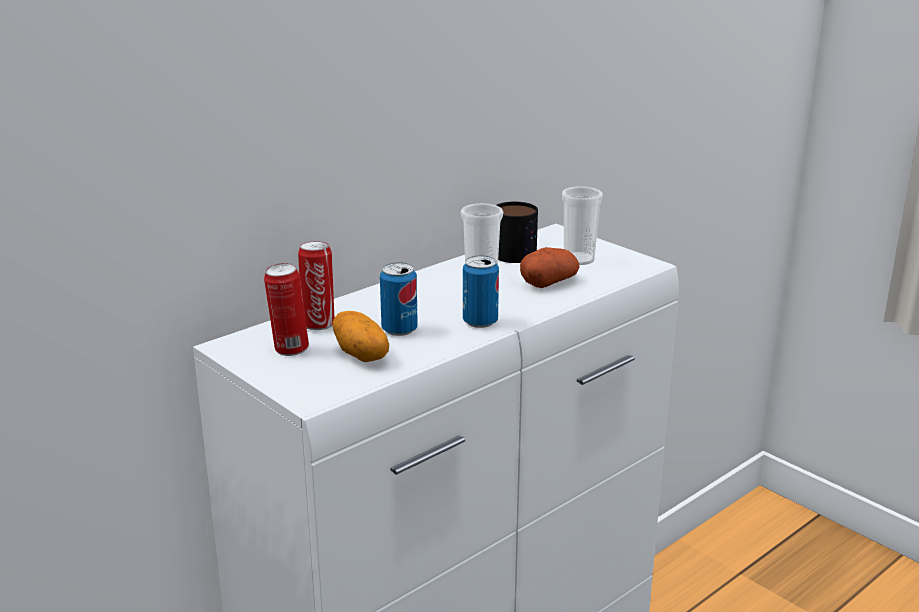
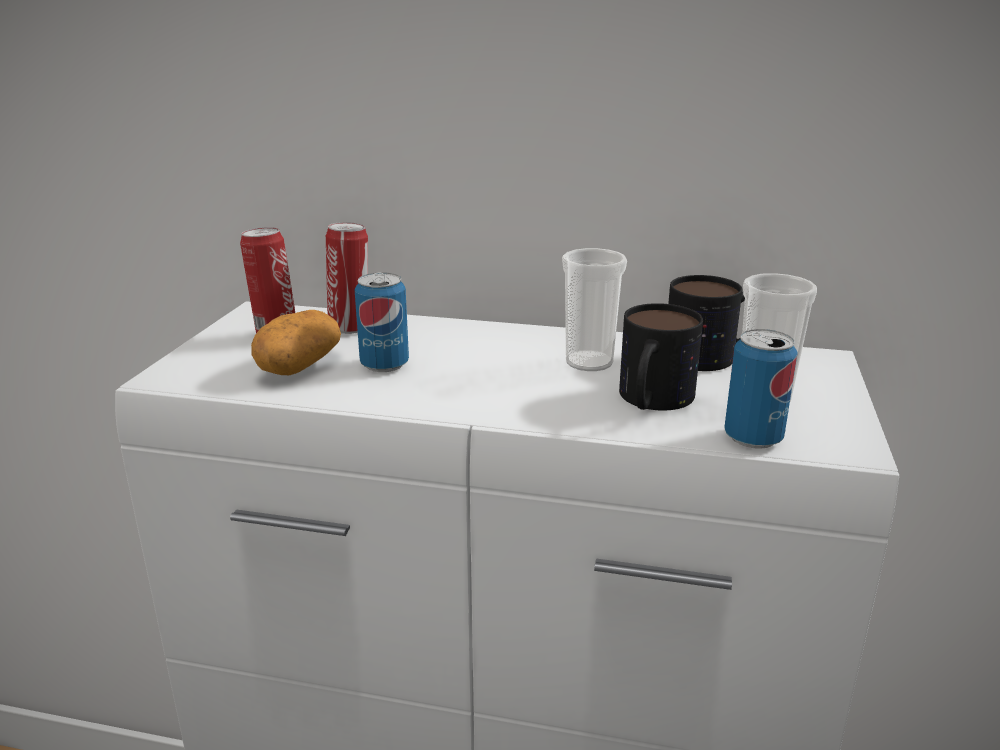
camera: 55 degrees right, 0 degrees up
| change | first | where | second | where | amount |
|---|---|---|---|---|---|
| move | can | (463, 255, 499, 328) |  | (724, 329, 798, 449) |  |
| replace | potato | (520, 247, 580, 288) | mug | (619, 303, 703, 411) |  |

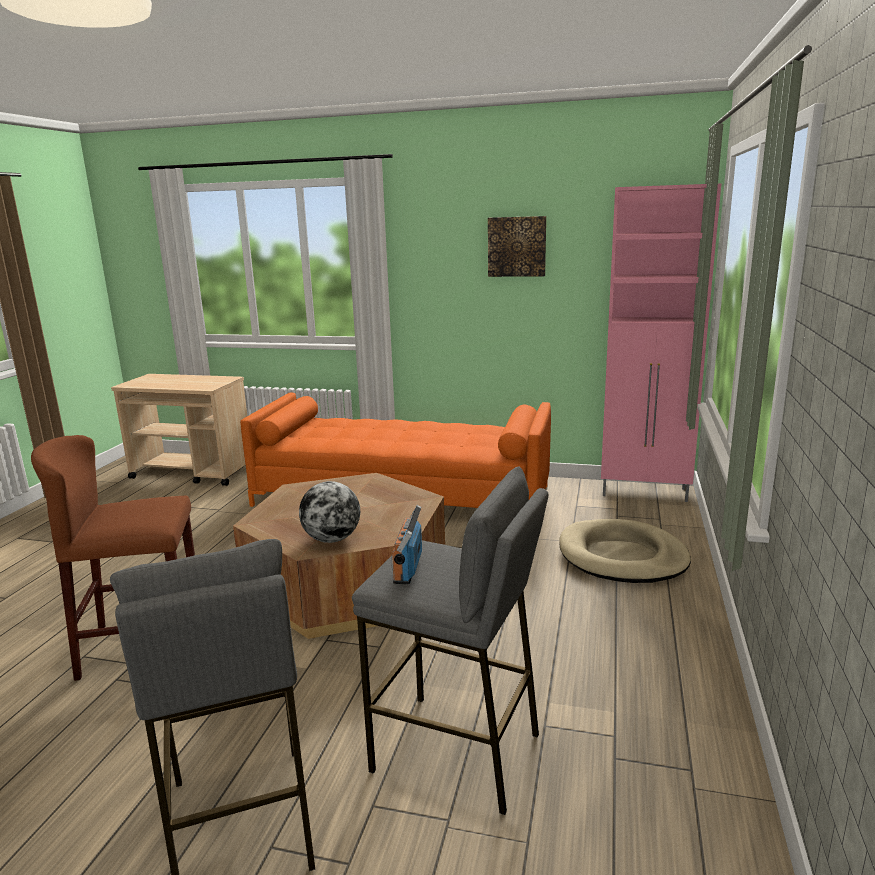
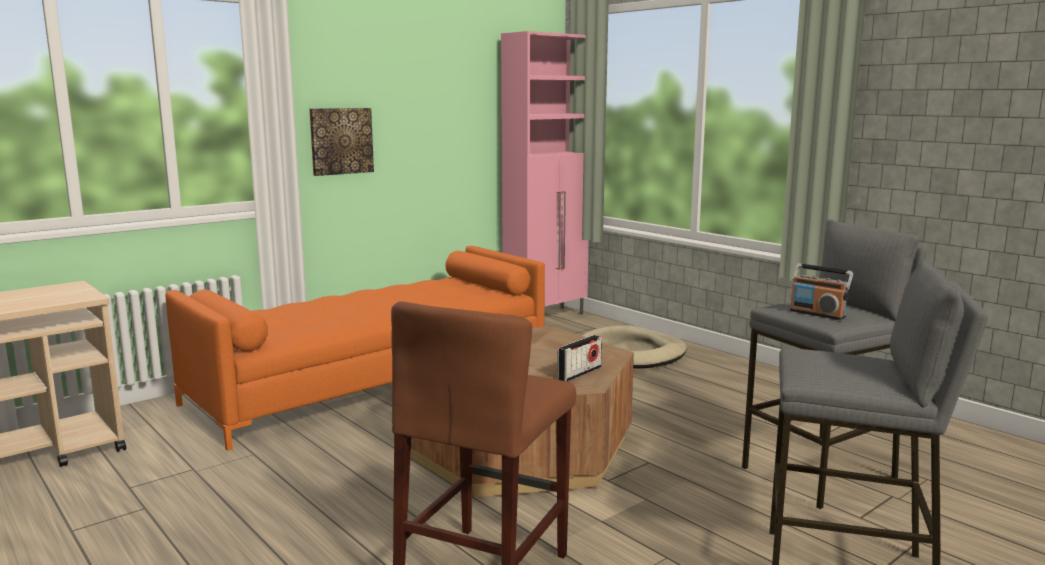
camera: 55 degrees left, 5 degrees down
| change | first | where | second | where | amount |
|---|---|---|---|---|---|
| replace | globe | (299, 481, 360, 543) | radio | (557, 335, 602, 382) |  |
| move | picture | (488, 216, 546, 277) |  | (309, 108, 374, 176) |  |

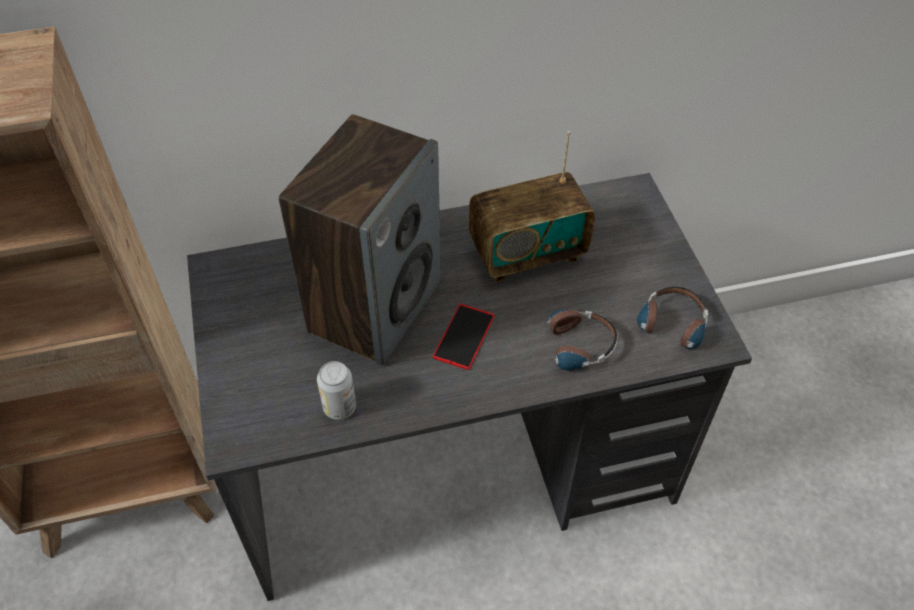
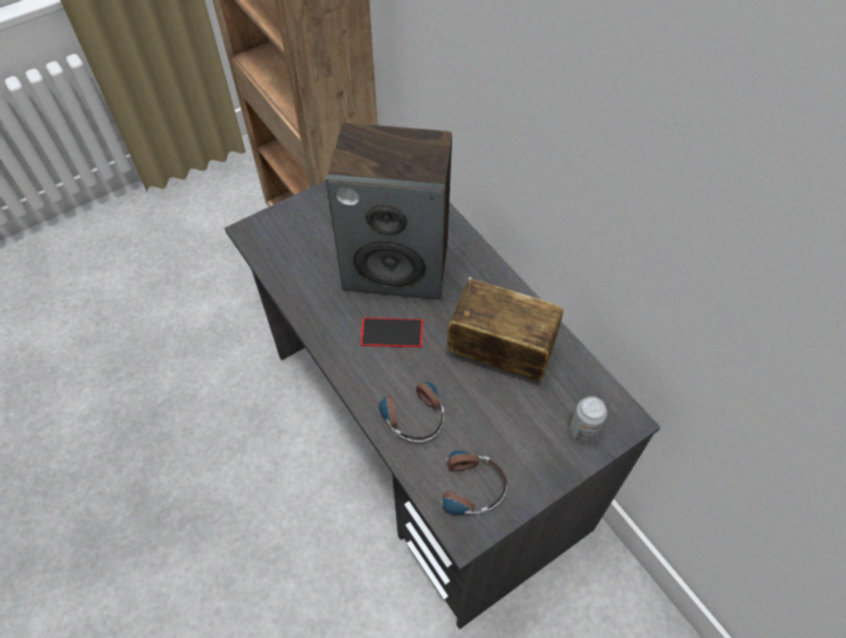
camera: 70 degrees right, 5 degrees up
| change | first | where | second | where | amount |
|---|---|---|---|---|---|
| move | can | (317, 361, 356, 420) |  | (569, 396, 607, 443) |  |
| rotate | radio | (469, 131, 595, 282) |  | (447, 277, 563, 380) | 150 degrees clockwise |

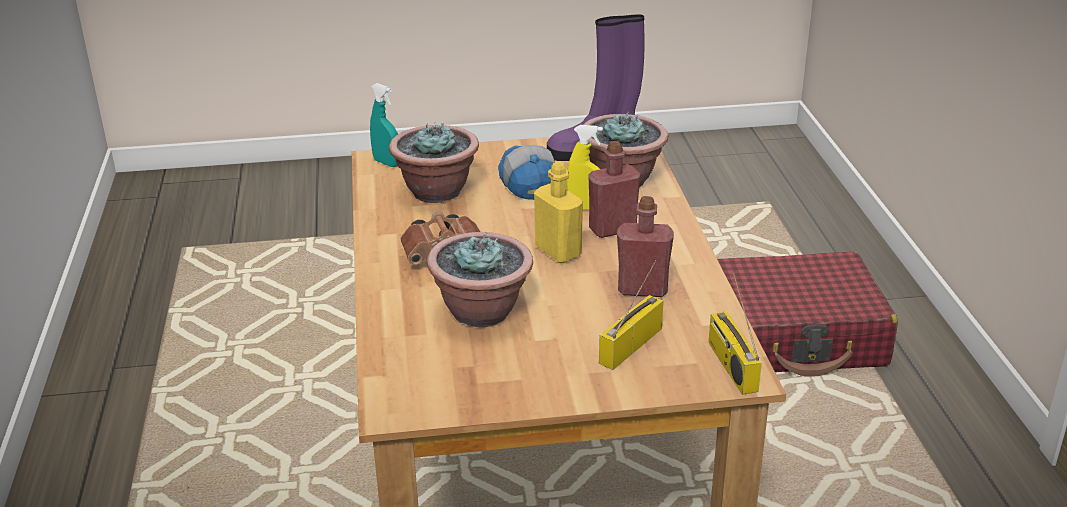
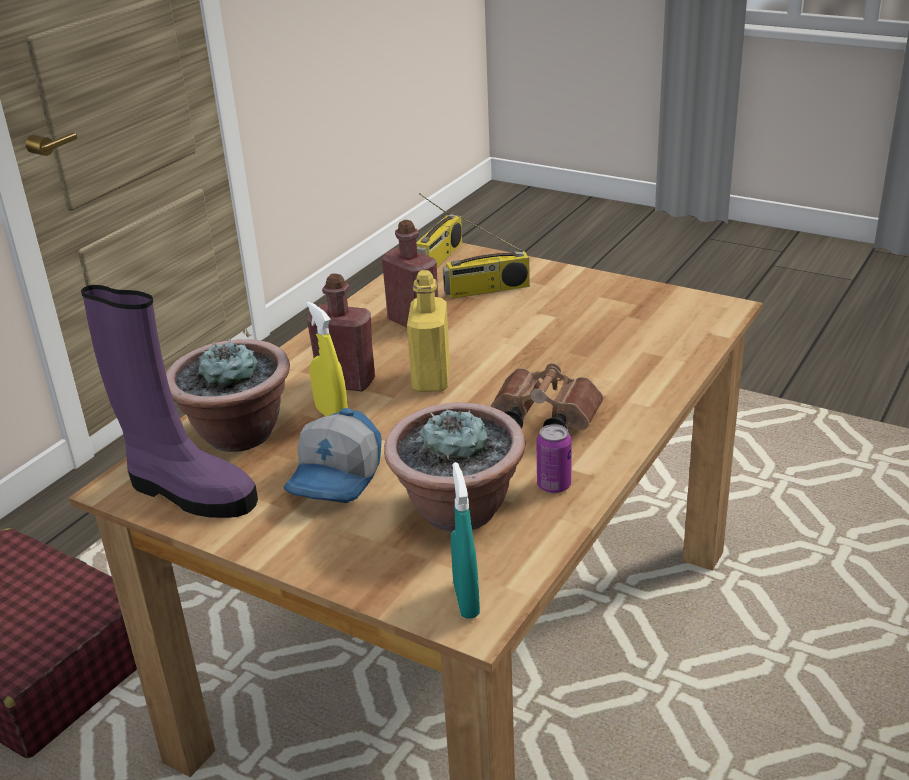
camera: 140 degrees left, 0 degrees up
| change | first | where | second | where | amount |
|---|---|---|---|---|---|
| delete | potted plant | (427, 232, 533, 328) |  |  |  |
| insert |  |  | can | (536, 424, 572, 493) |  |

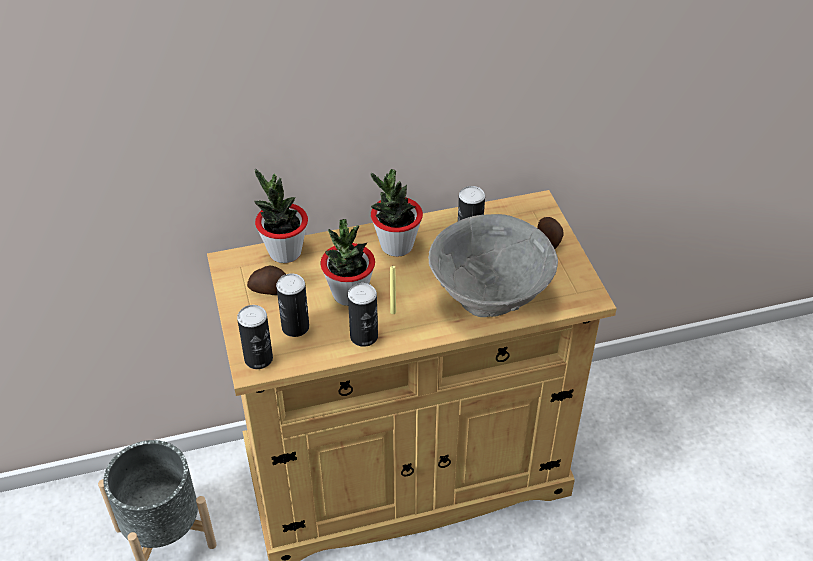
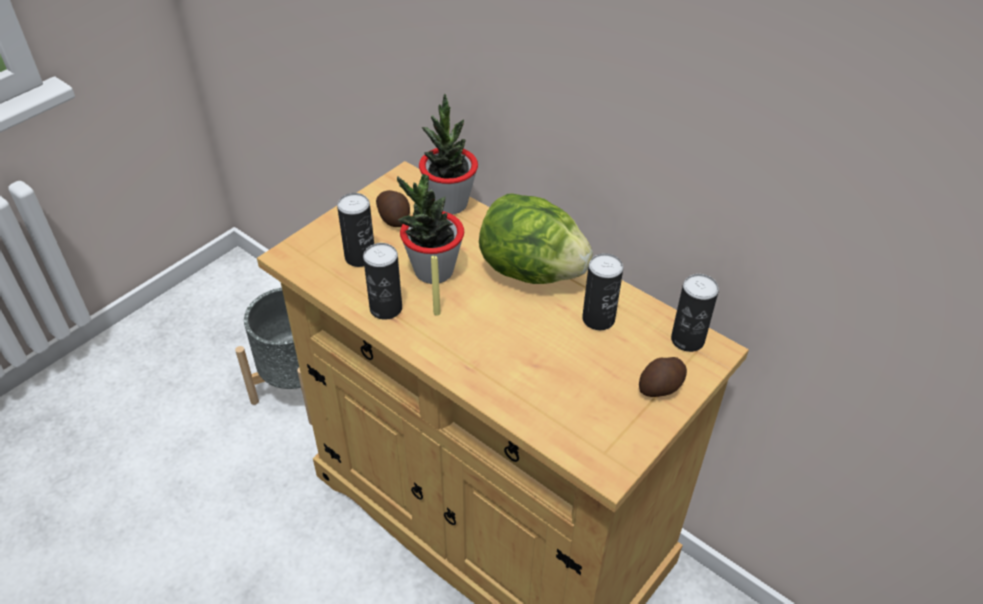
camera: 55 degrees right, 0 degrees up
| change | first | where | second | where | amount |
|---|---|---|---|---|---|
| move | can | (237, 305, 273, 369) |  | (671, 274, 719, 352) |  |
| replace | potted plant | (371, 169, 423, 257) | lettuce | (479, 193, 593, 284) |  |
| delete | grey bowl | (428, 214, 558, 317) |  |  |  |

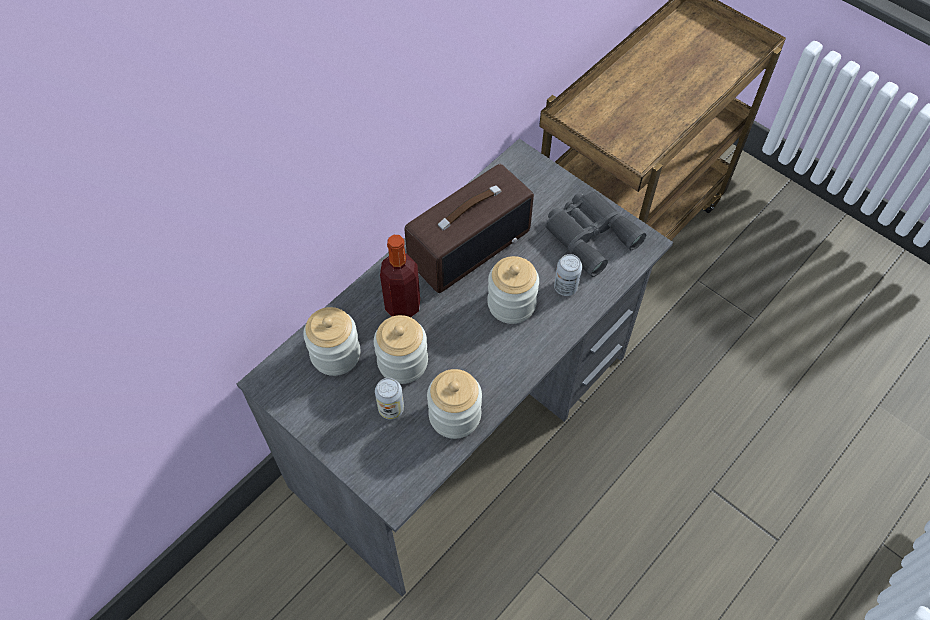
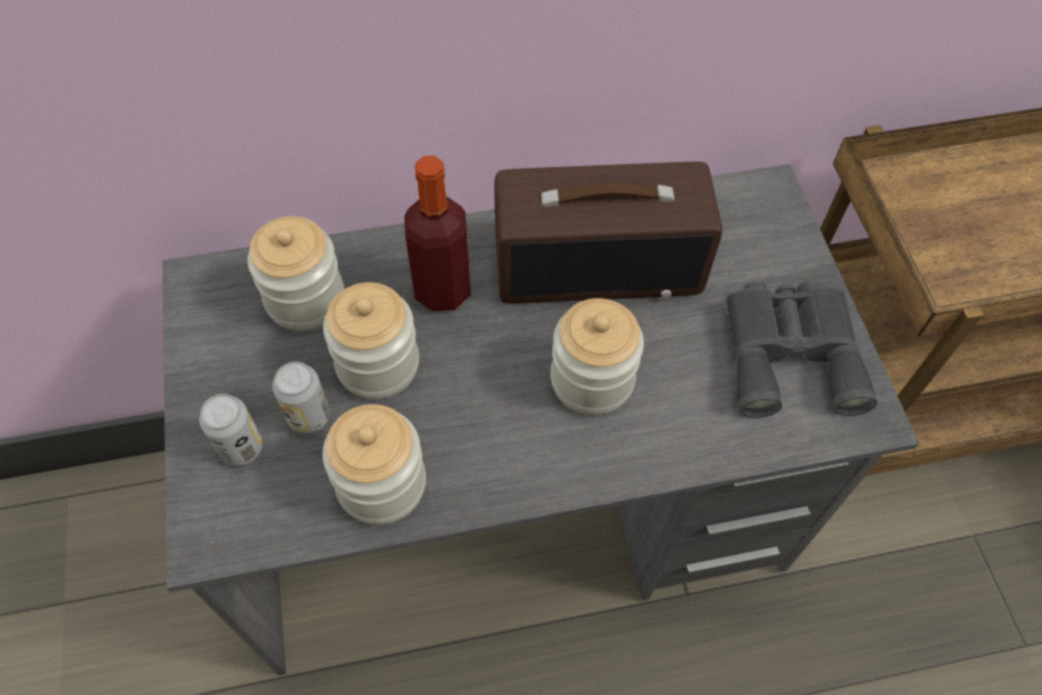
camera: 35 degrees right, 0 degrees up
| change | first | where | second | where | amount |
|---|---|---|---|---|---|
| move | can | (554, 254, 582, 296) |  | (199, 394, 263, 466) |  |

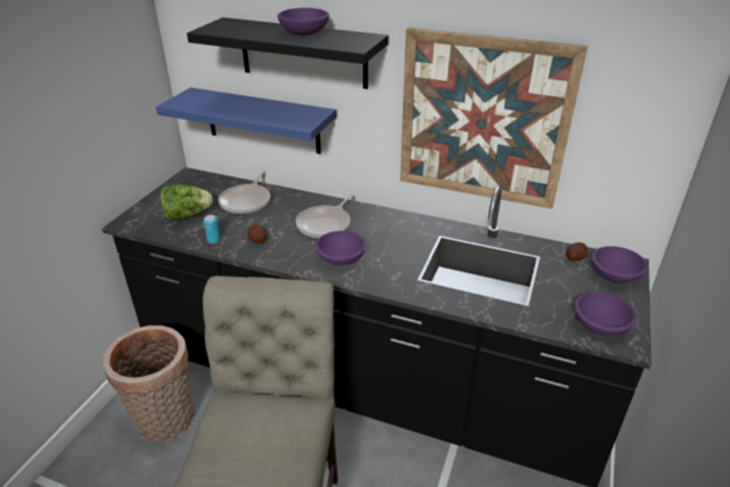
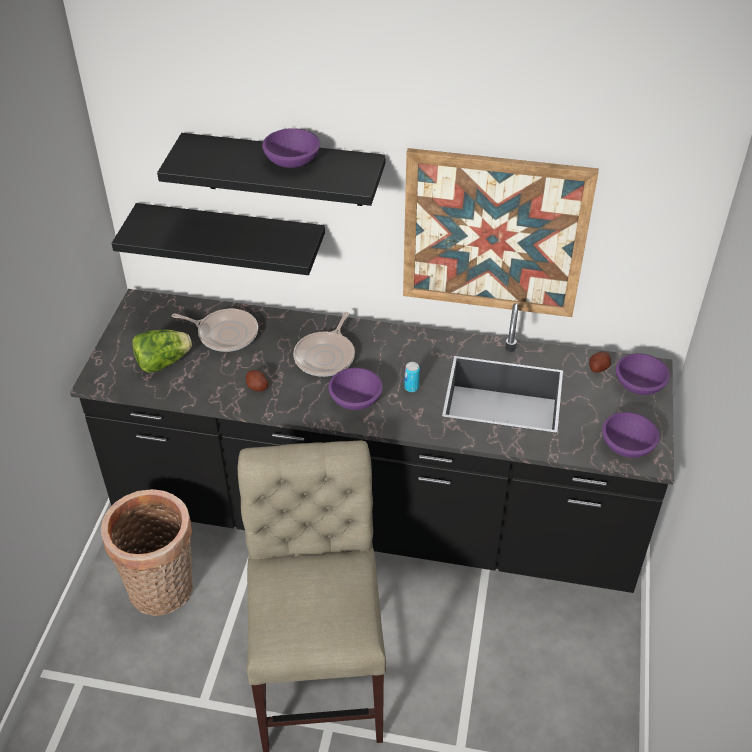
camera: 10 degrees left, 10 degrees up
| change | first | where | second | where | amount |
|---|---|---|---|---|---|
| recolor | blue shelf | (156, 88, 336, 154) | black shelf | (111, 203, 325, 275) |  |
| move | can | (203, 215, 221, 244) |  | (404, 362, 420, 392) |  |
| rotate | frying pan | (218, 171, 271, 214) |  | (172, 309, 258, 352) | 75 degrees counterclockwise |

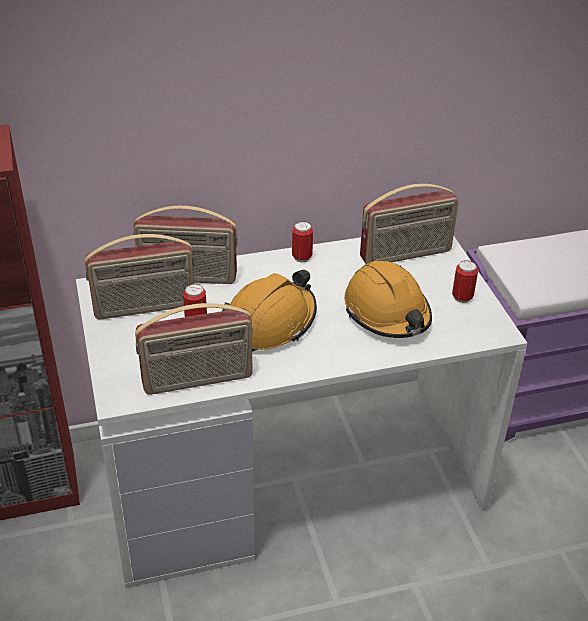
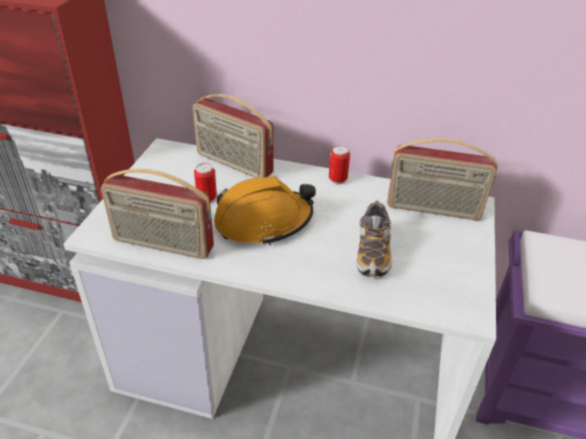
camera: 30 degrees right, 0 degrees up
| change | first | where | second | where | amount |
|---|---|---|---|---|---|
| delete | radio | (85, 234, 194, 320) |  |  |  |
| replace | orange hard hat | (344, 261, 432, 338) | shoe | (357, 200, 392, 278) |  |
| delete | can | (452, 260, 478, 303) |  |  |  |

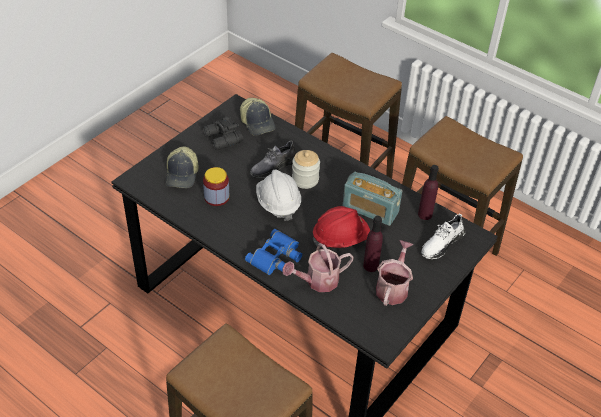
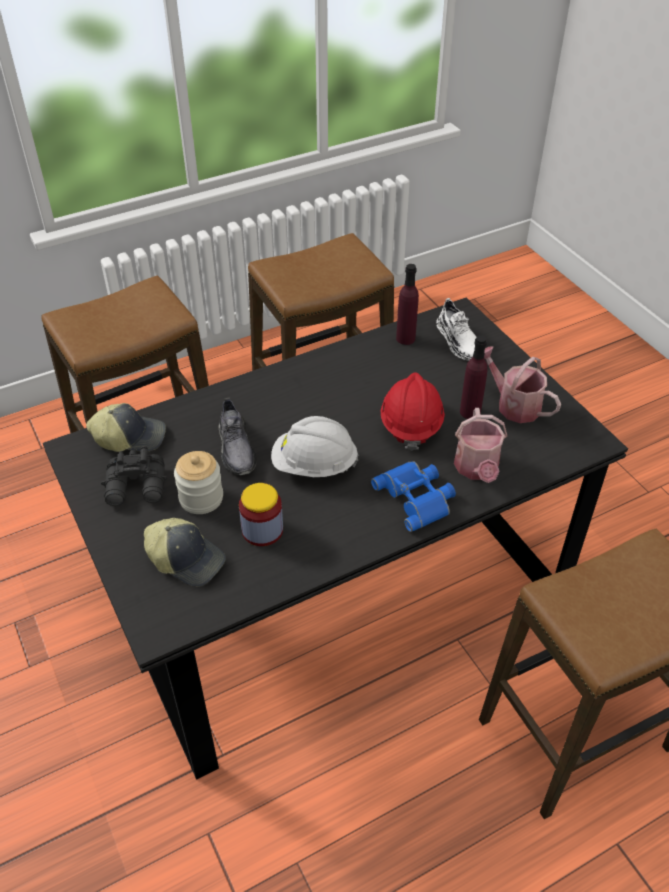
camera: 65 degrees left, 0 degrees up
| change | first | where | second | where | amount |
|---|---|---|---|---|---|
| move | jar | (292, 150, 320, 189) |  | (174, 451, 223, 514) |  |
| delete | radio | (342, 172, 402, 226) |  |  |  |

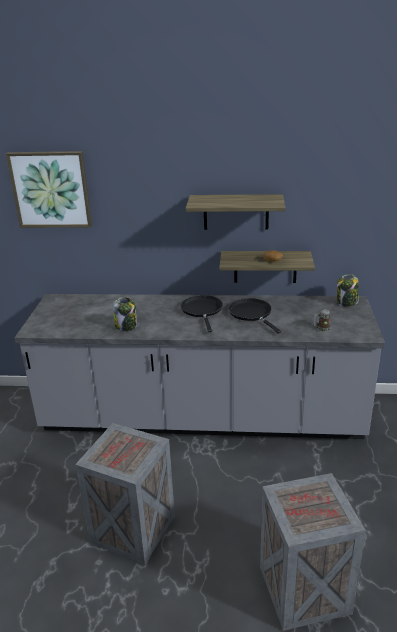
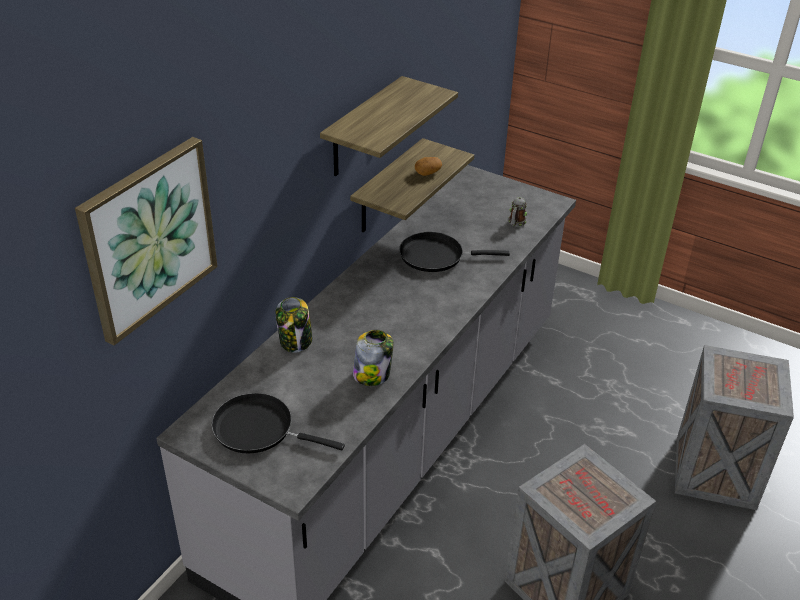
camera: 65 degrees left, 10 degrees up
| change | first | where | second | where | amount |
|---|---|---|---|---|---|
| move | black frying pan | (181, 295, 223, 332) |  | (211, 393, 345, 454) |  |
| move | jar | (337, 274, 359, 307) |  | (276, 297, 312, 353) |  |

